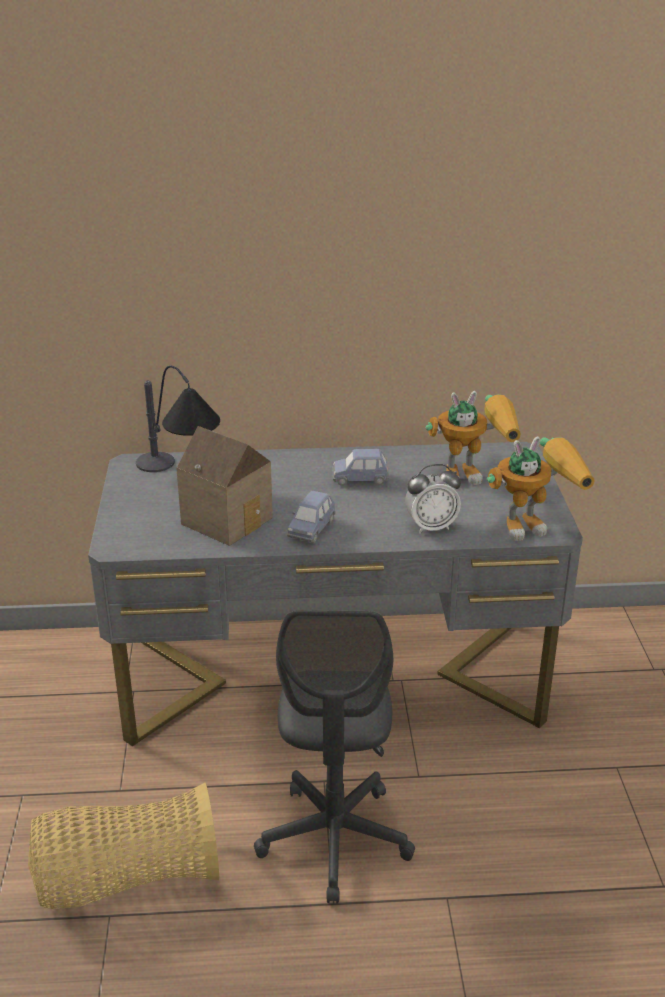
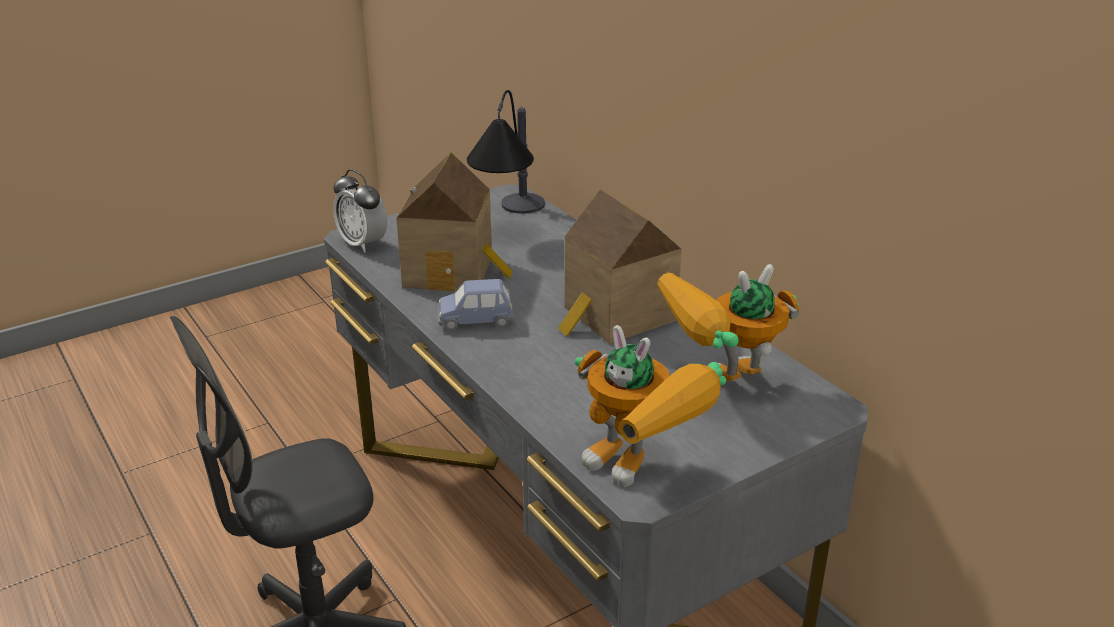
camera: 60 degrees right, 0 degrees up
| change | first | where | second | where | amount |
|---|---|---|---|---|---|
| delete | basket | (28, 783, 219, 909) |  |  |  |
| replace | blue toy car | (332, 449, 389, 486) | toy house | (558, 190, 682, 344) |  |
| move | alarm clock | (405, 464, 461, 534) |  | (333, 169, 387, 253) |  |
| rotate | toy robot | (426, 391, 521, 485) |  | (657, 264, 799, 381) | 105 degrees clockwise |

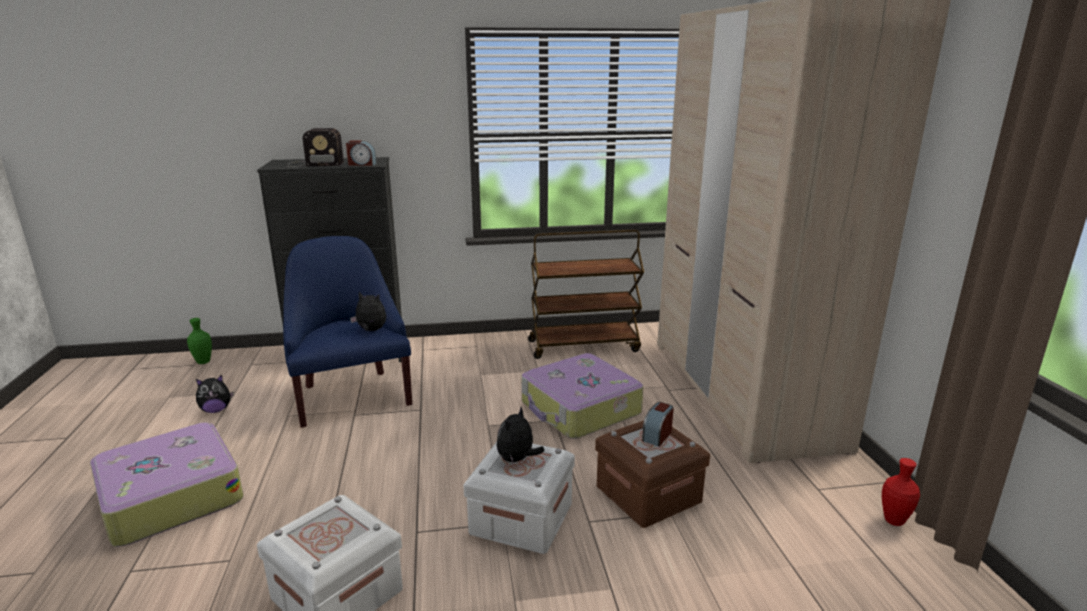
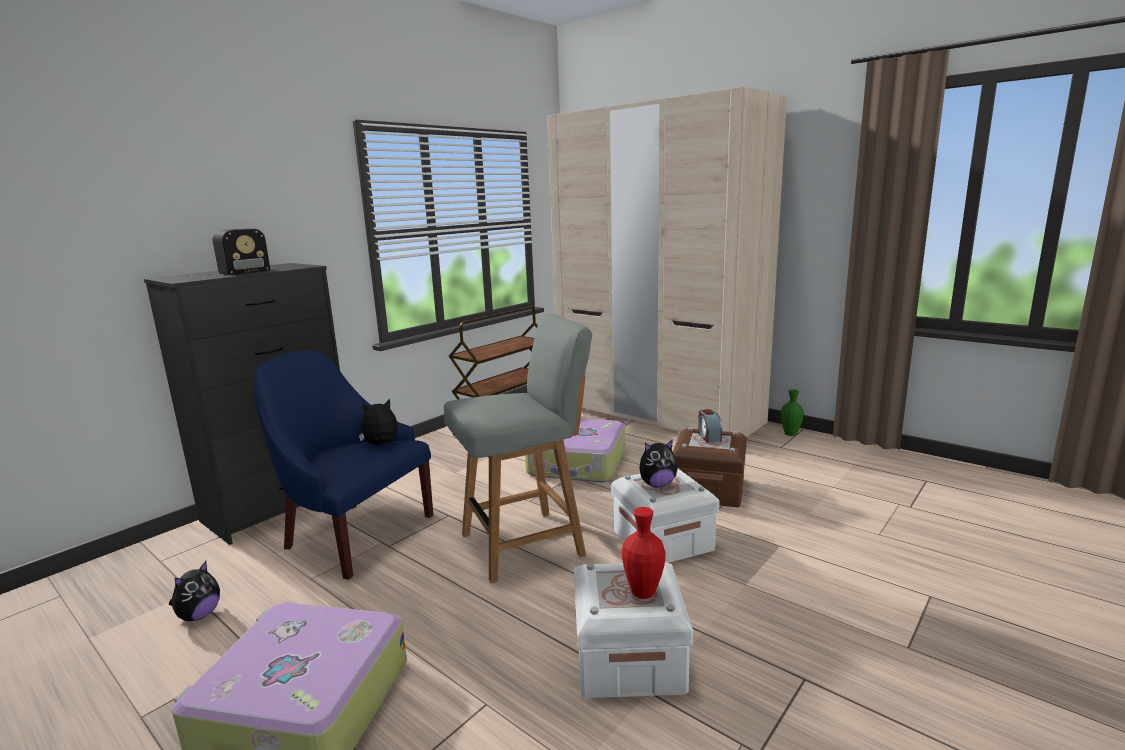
camera: 40 degrees left, 5 degrees down
| change | first | where | second | where | amount |
|---|---|---|---|---|---|
| move | green vase | (187, 318, 212, 364) |  | (781, 389, 804, 436) |  |
| delete | alarm clock | (346, 140, 376, 166) |  |  |  |
| rotate | plush toy | (496, 407, 545, 463) |  | (639, 439, 678, 487) | 90 degrees counterclockwise |
| move | red vase | (882, 458, 920, 526) |  | (622, 507, 666, 599) |  |
| insert |  |  | grey chair | (444, 314, 592, 583) |  |

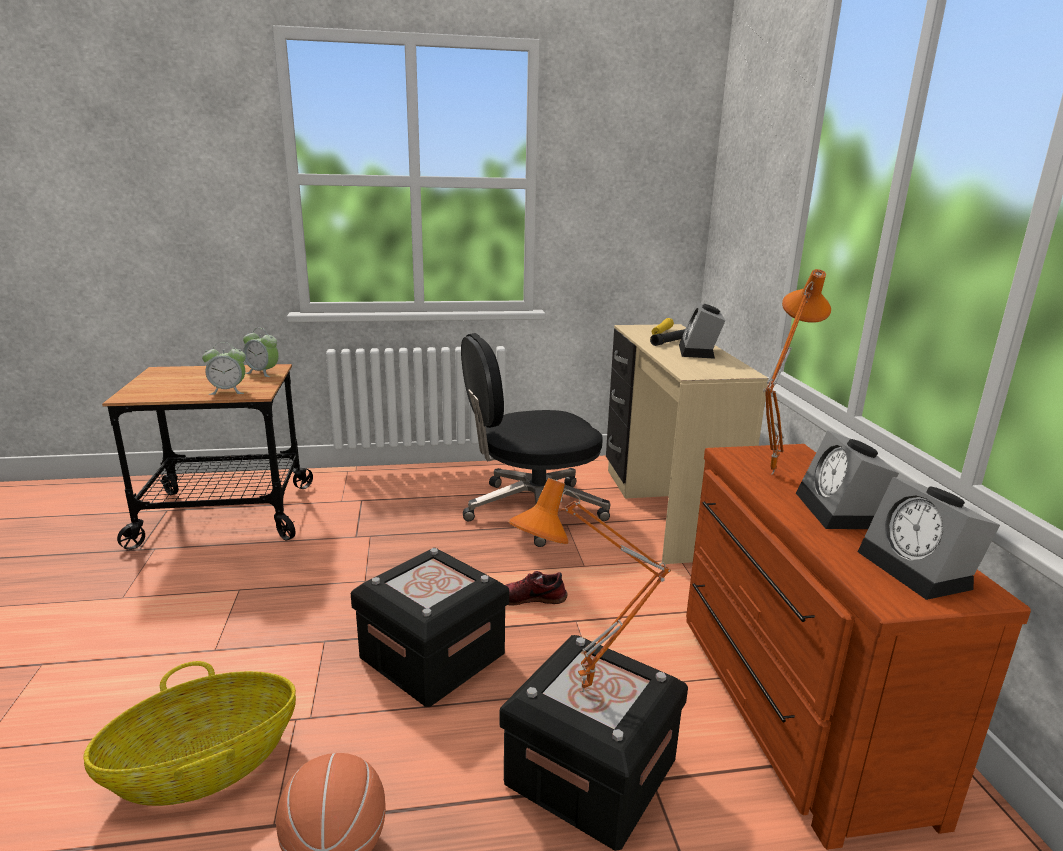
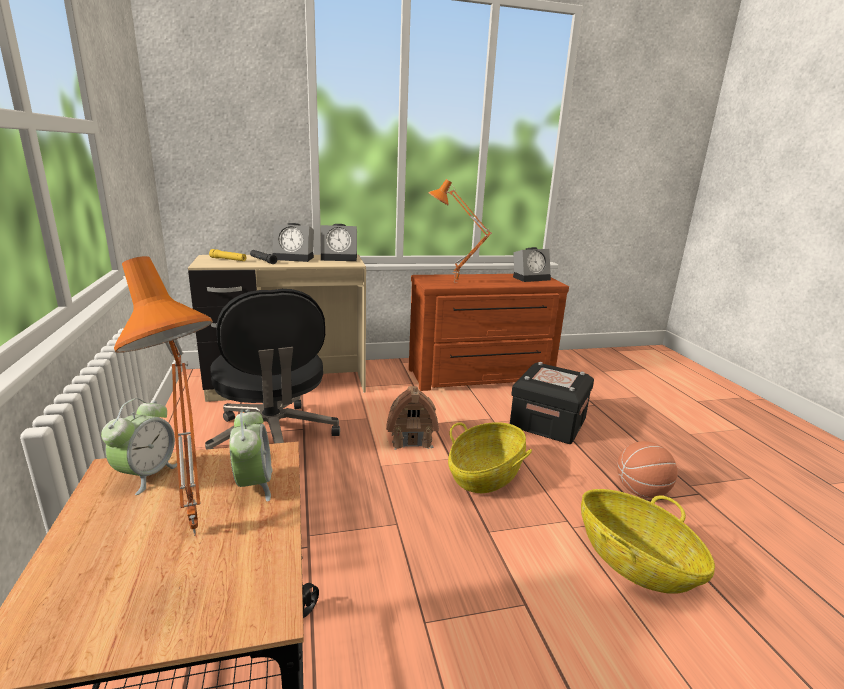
camera: 95 degrees left, 0 degrees up
| change | first | where | second | where | amount |
|---|---|---|---|---|---|
| replace | black storage box | (351, 548, 509, 707) | basket | (448, 422, 532, 493) |  |
| replace | shoe | (506, 571, 568, 605) | toy house | (386, 386, 439, 450) |  |
| move | orange table lamp | (509, 478, 671, 692) |  | (114, 256, 213, 536) |  |
| move | alarm clock | (796, 430, 899, 529) |  | (321, 224, 357, 261) |  |

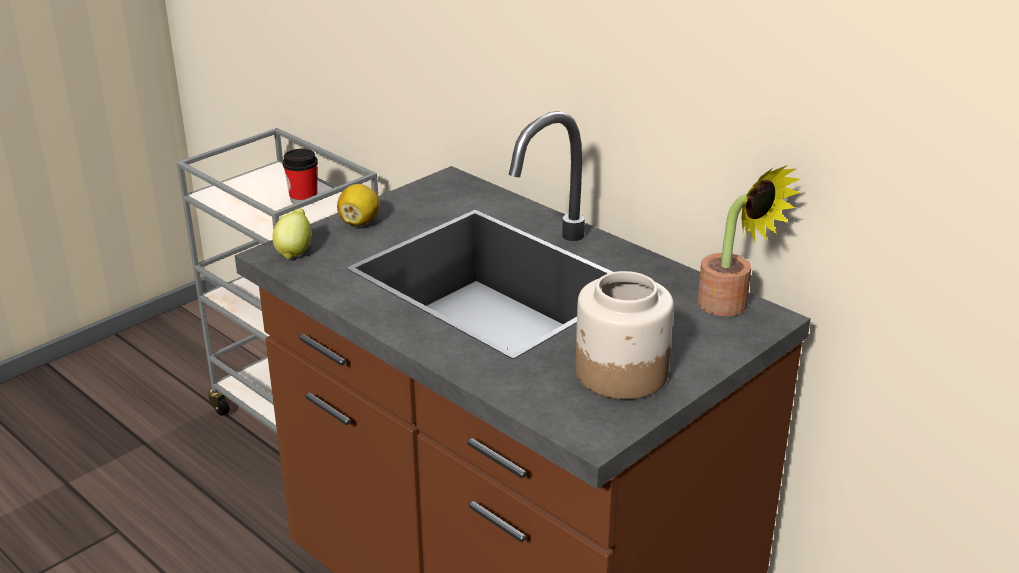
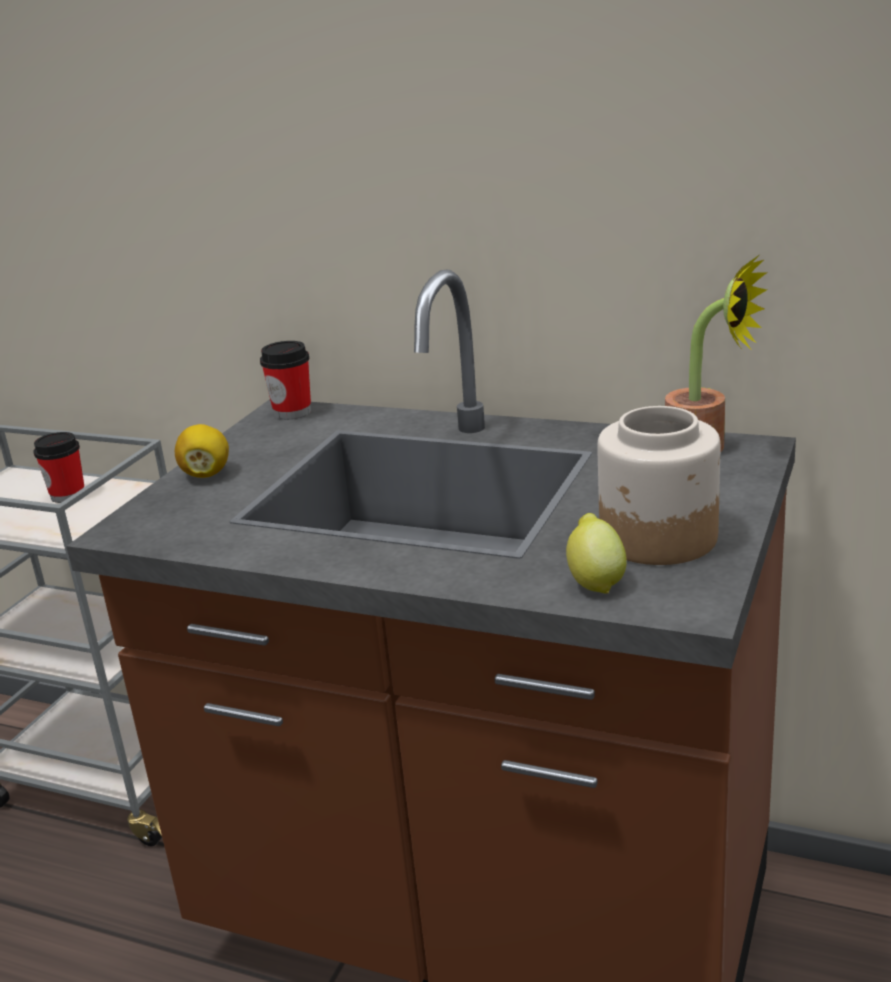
camera: 20 degrees left, 5 degrees down
| change | first | where | second | where | amount |
|---|---|---|---|---|---|
| move | lemon | (272, 209, 311, 259) |  | (566, 513, 627, 594) |  |
| insert |  |  | cup | (260, 341, 311, 419) |  |

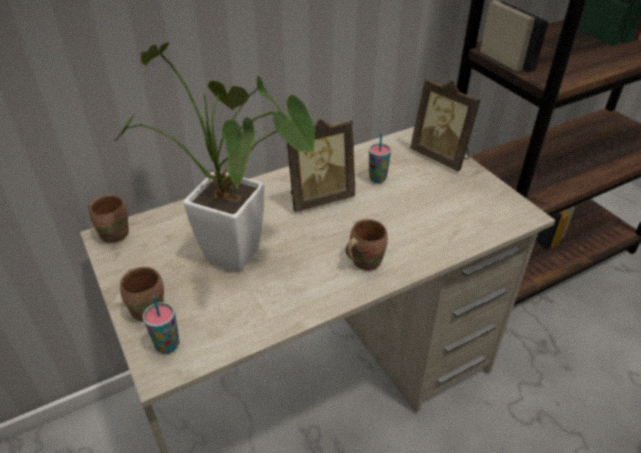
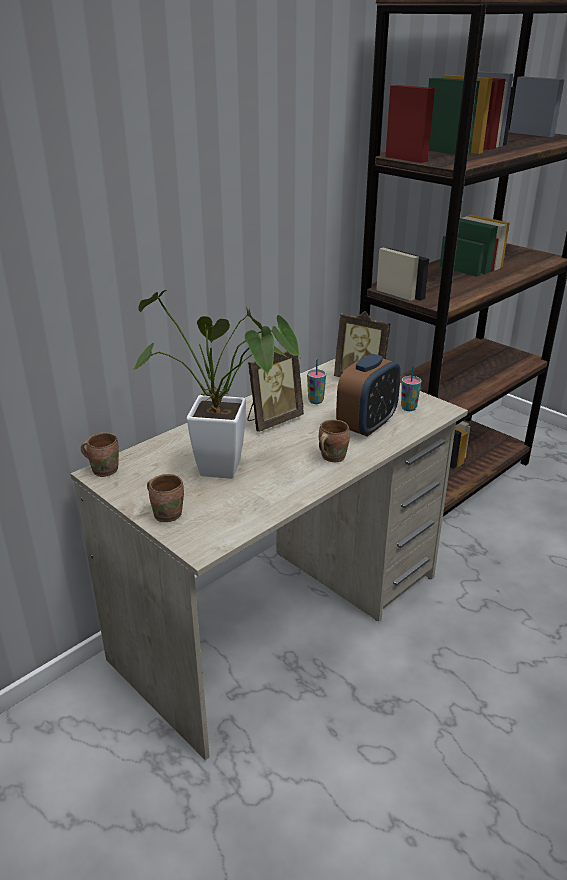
camera: 15 degrees left, 10 degrees down
| change | first | where | second | where | amount |
|---|---|---|---|---|---|
| move | cup | (143, 296, 179, 354) |  | (401, 365, 421, 411) |  |
| insert |  |  | alarm clock | (336, 354, 401, 437) |  |

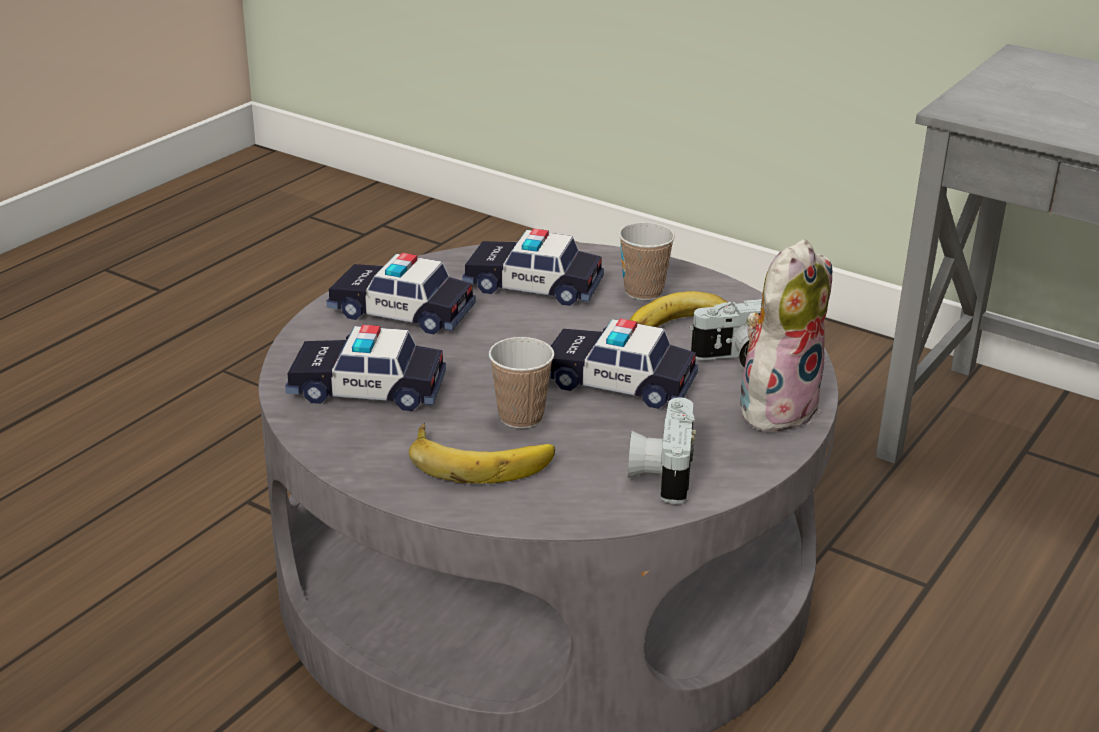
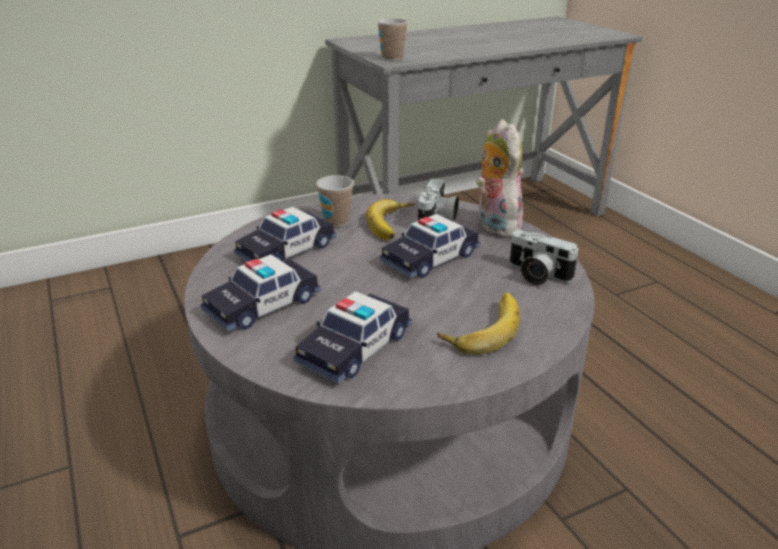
camera: 60 degrees left, 0 degrees up
| change | first | where | second | where | amount |
|---|---|---|---|---|---|
| move | cup | (489, 337, 554, 429) |  | (377, 18, 408, 60) |  |

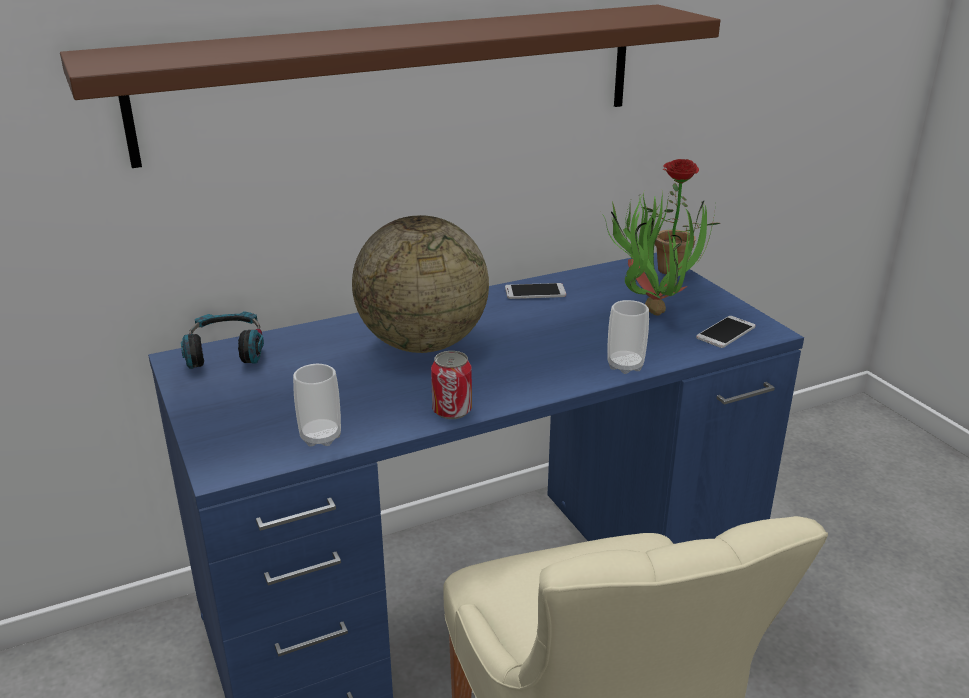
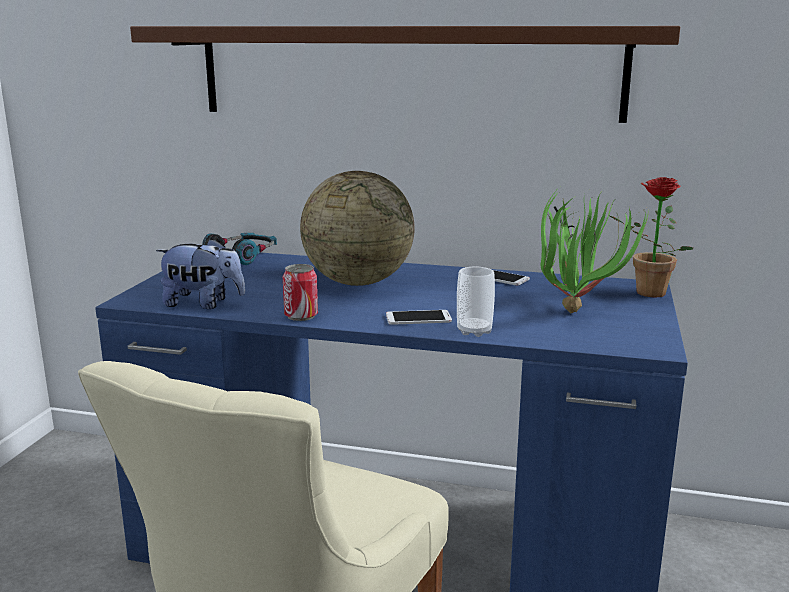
camera: 40 degrees right, 10 degrees down
| change | first | where | second | where | amount |
|---|---|---|---|---|---|
| replace | cup | (293, 364, 341, 447) | plush toy | (156, 238, 245, 309) |  |
| move | phone | (696, 316, 756, 348) |  | (386, 310, 452, 325) |  |

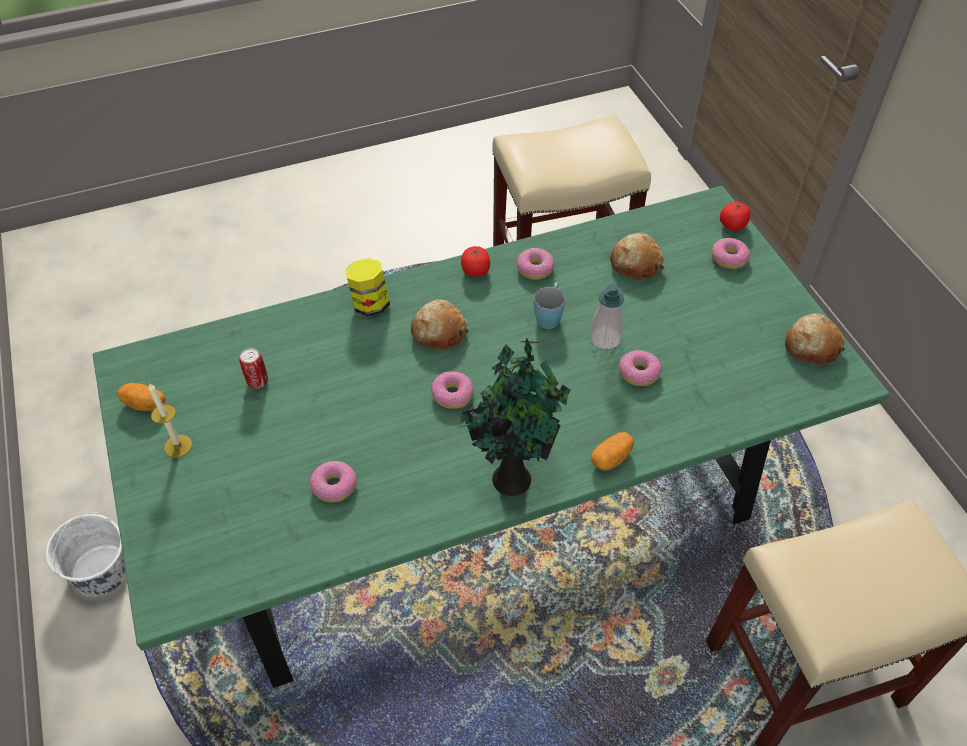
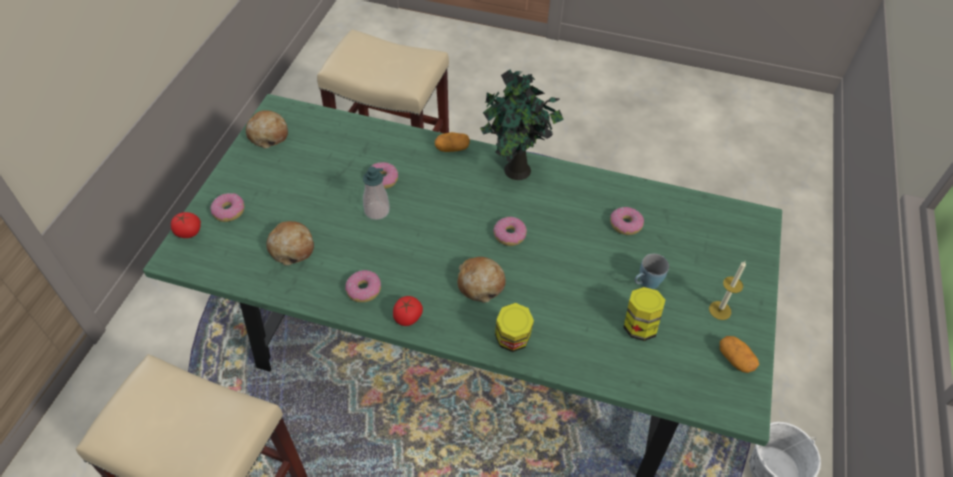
camera: 145 degrees left, 0 degrees up
| change | first | where | second | where | amount |
|---|---|---|---|---|---|
| replace | can | (239, 348, 268, 389) | jar | (623, 287, 665, 341) |  |
| move | blue mug | (534, 283, 565, 329) |  | (635, 254, 669, 289) |  |

